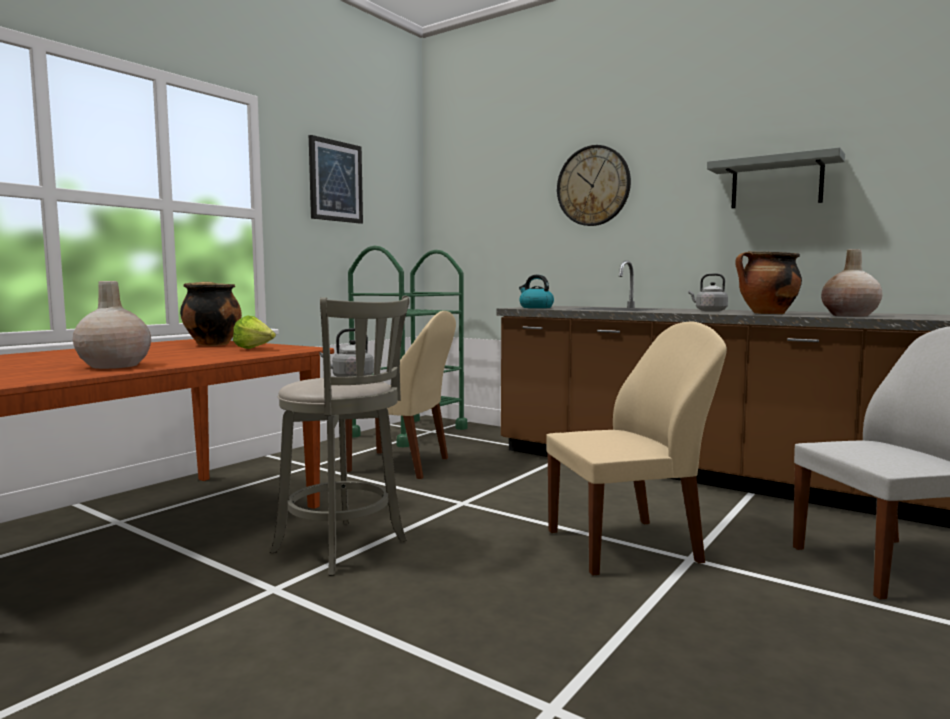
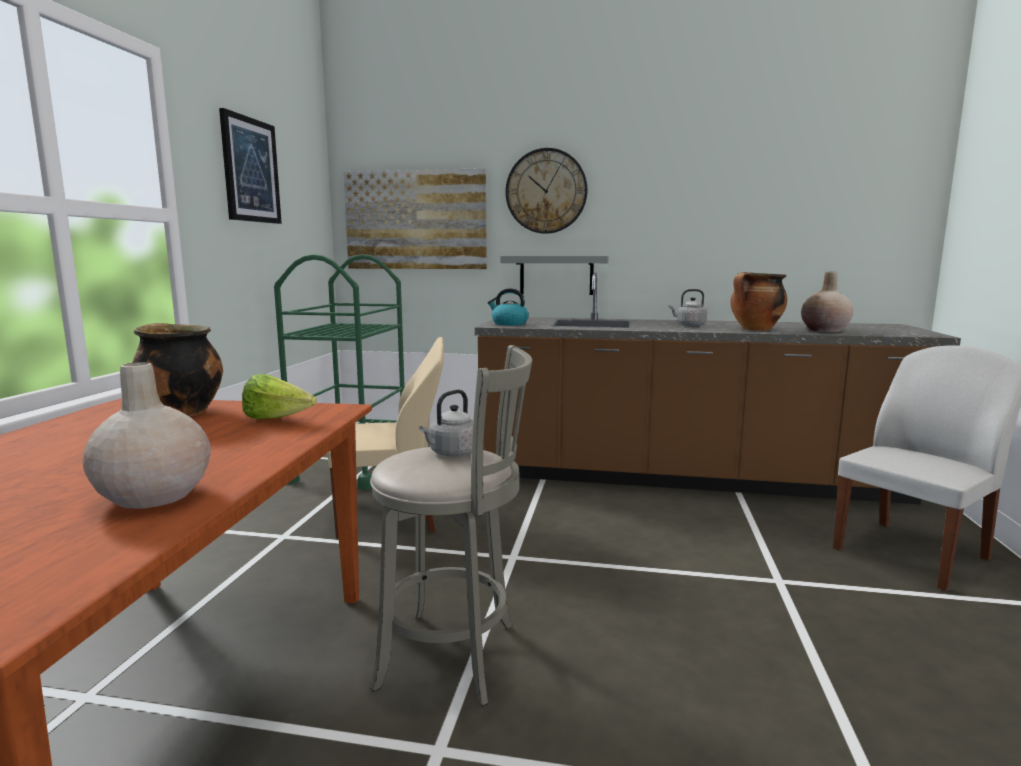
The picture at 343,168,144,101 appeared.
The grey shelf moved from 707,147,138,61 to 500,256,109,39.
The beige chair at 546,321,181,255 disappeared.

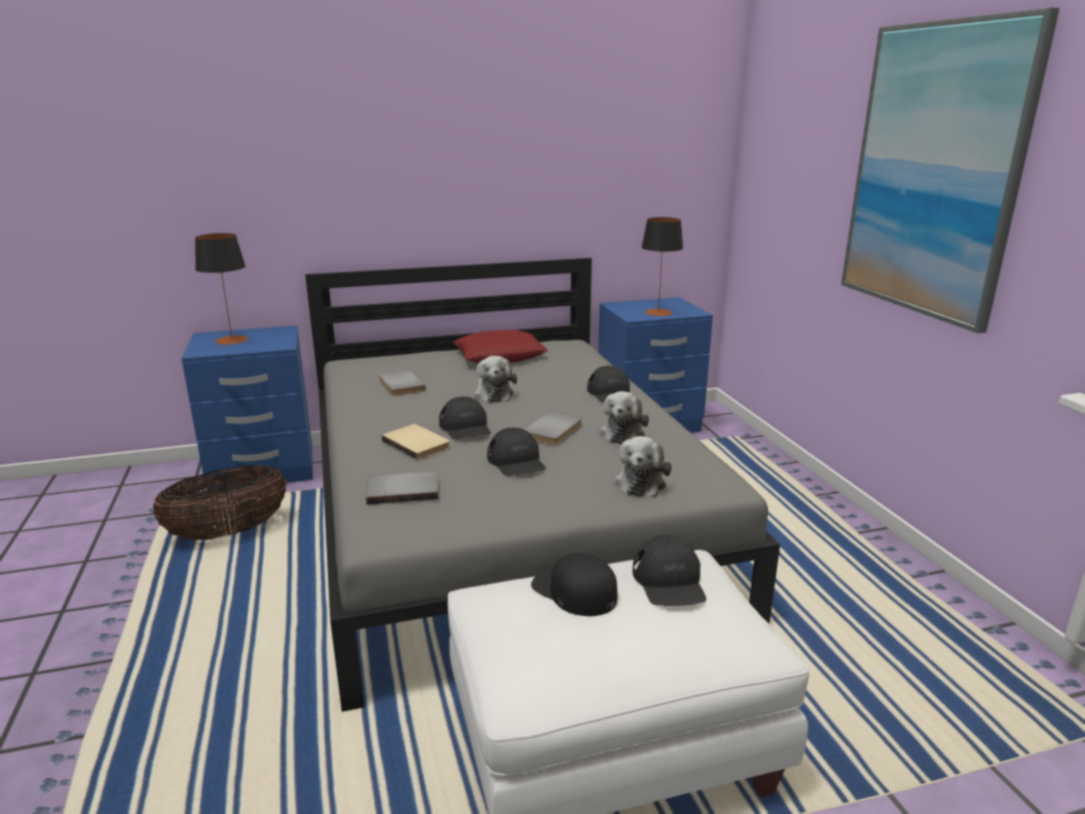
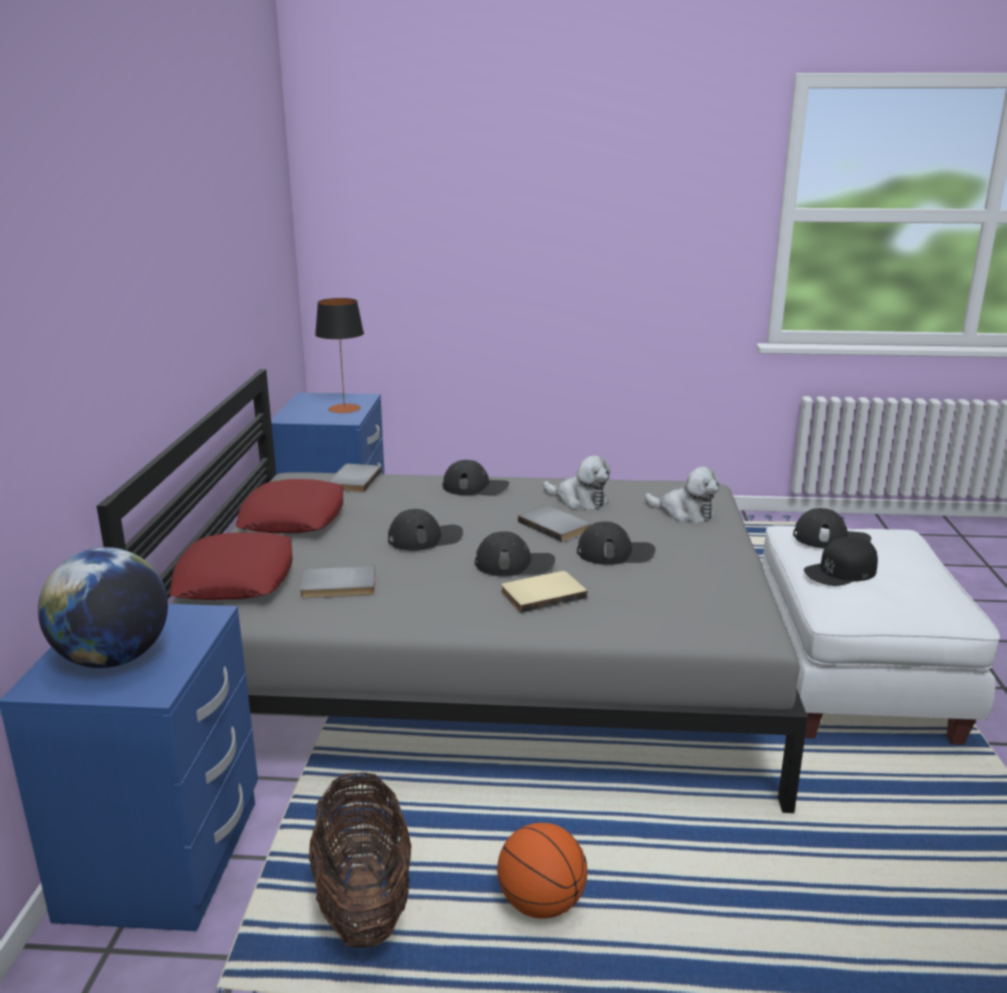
The table lamp at 195,233,53,112 was replaced by the globe at 38,547,130,121.
The red pillow at 169,532,124,68 appeared.
The grey book moved from 366,471,73,34 to 328,464,54,28.
The plush toy at 473,356,44,47 was replaced by the black cap at 388,509,75,42.
The basketball at 497,823,90,95 appeared.
The picture at 841,7,219,326 disappeared.

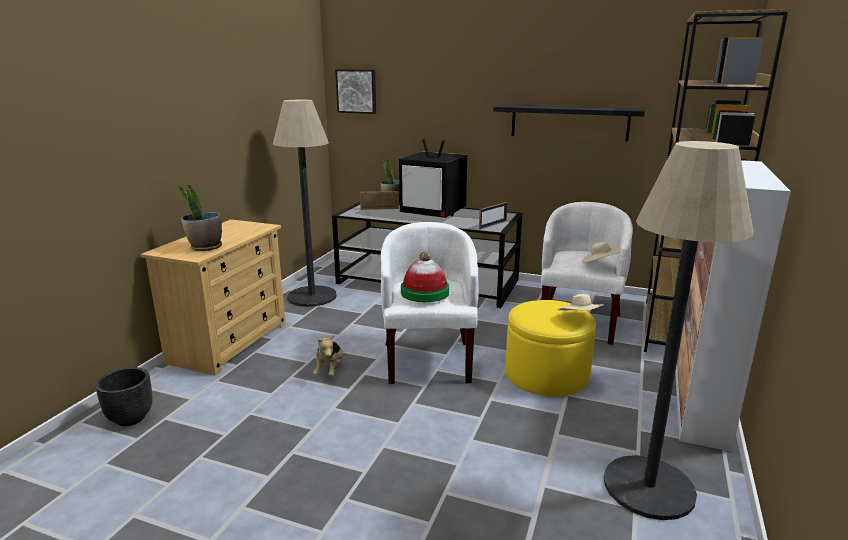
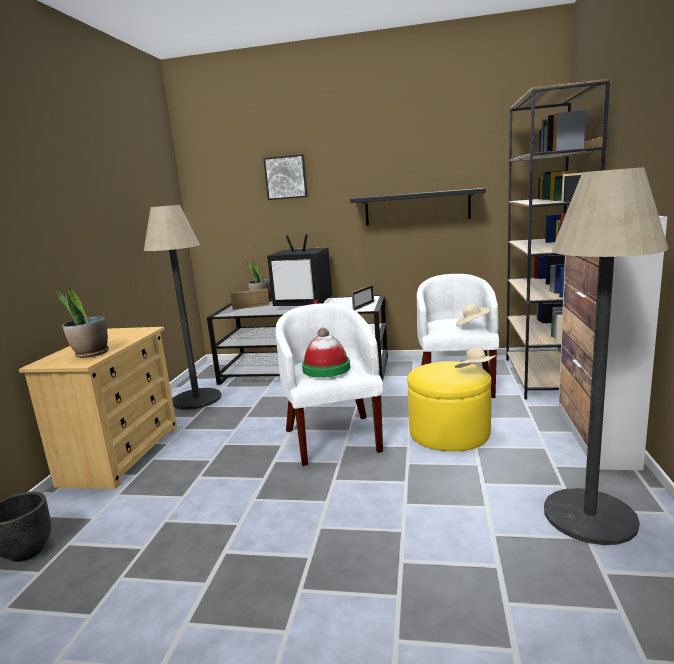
The picture moved from 335,69,41,45 to 263,154,45,46.
The plush toy at 313,335,30,42 disappeared.

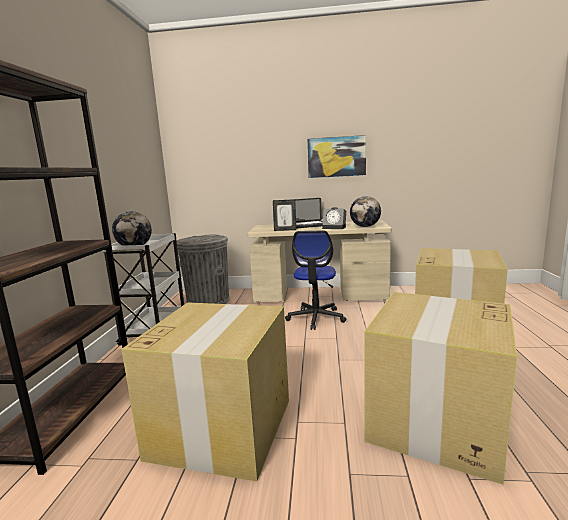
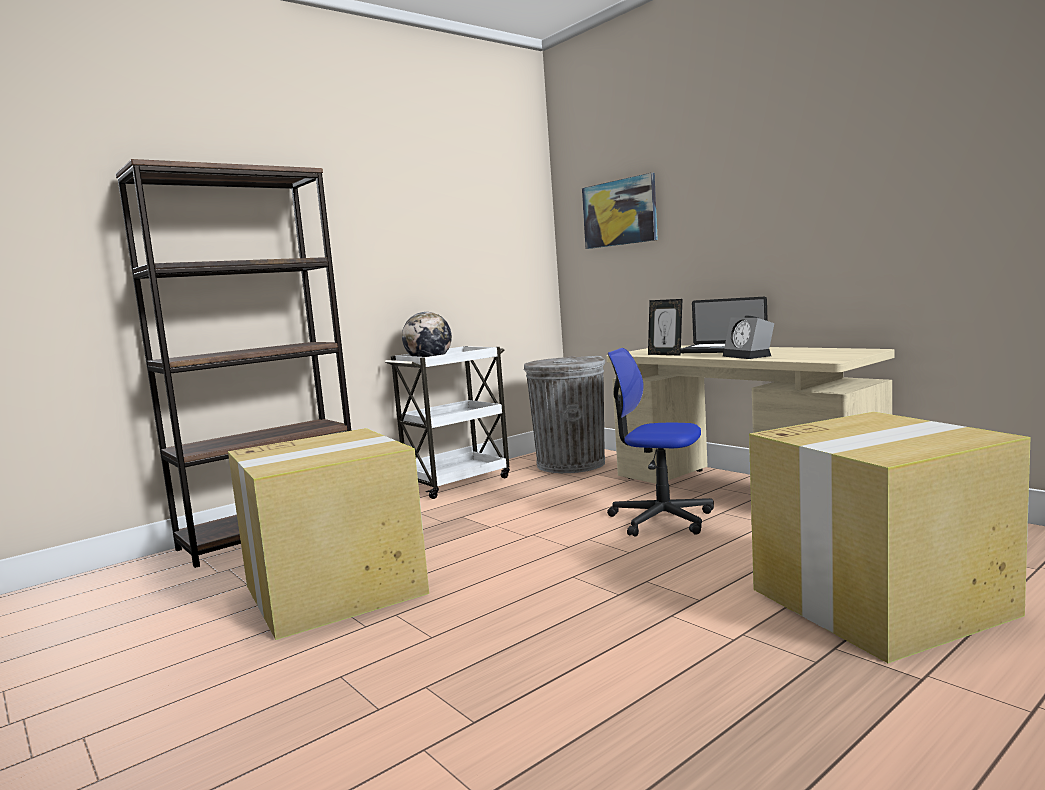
The picture moved from 307,135,59,43 to 582,173,76,76.
The office chair at 285,230,61,100 turned 60 degrees clockwise.
The globe at 350,196,31,31 disappeared.
The cardboard box at 365,292,152,193 disappeared.

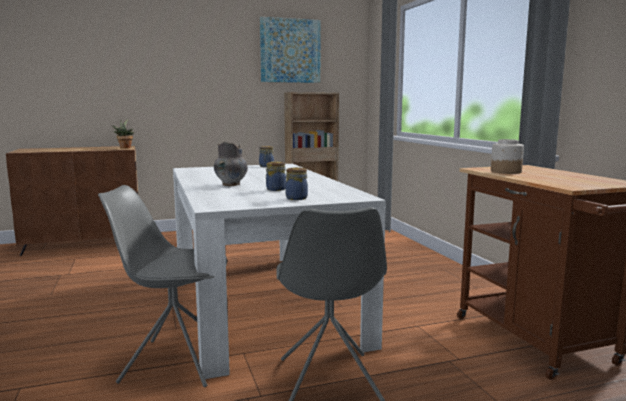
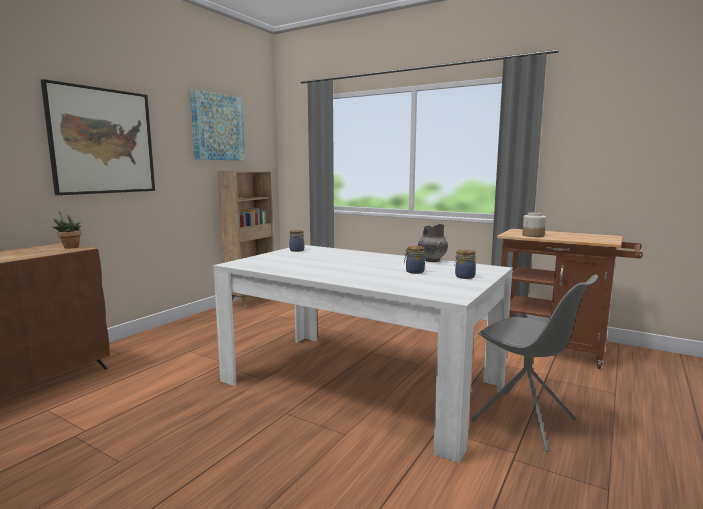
The picture at 41,79,114,116 appeared.
The grey vase moved from 214,142,34,44 to 418,224,30,38.
The grey chair at 98,185,129,202 disappeared.

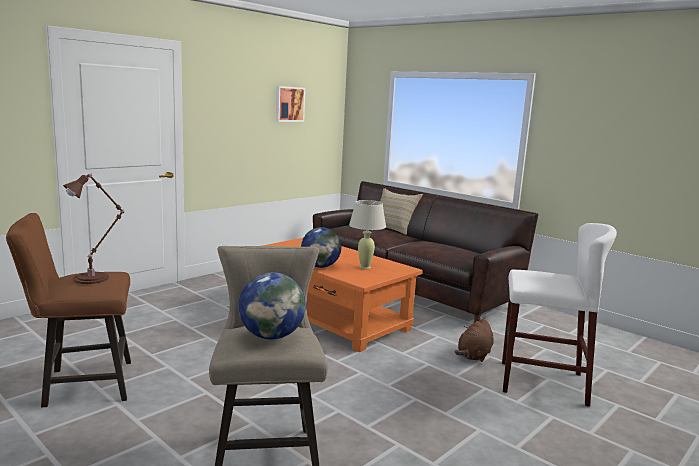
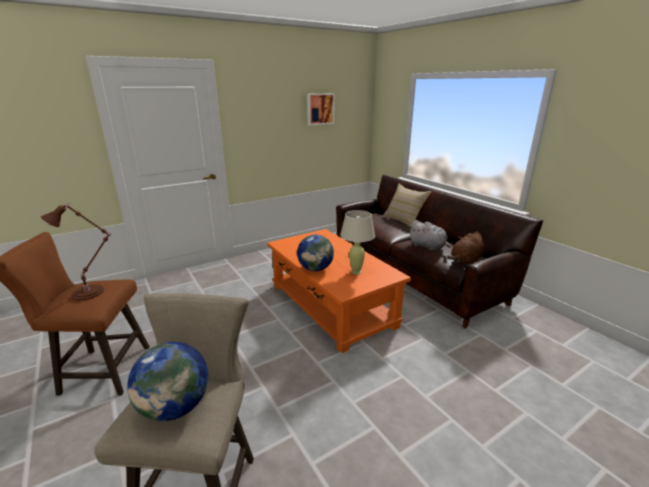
The grey plush toy at 408,220,43,31 appeared.
The brown plush toy moved from 454,318,40,44 to 447,232,38,33.
The white stool at 502,223,115,184 disappeared.

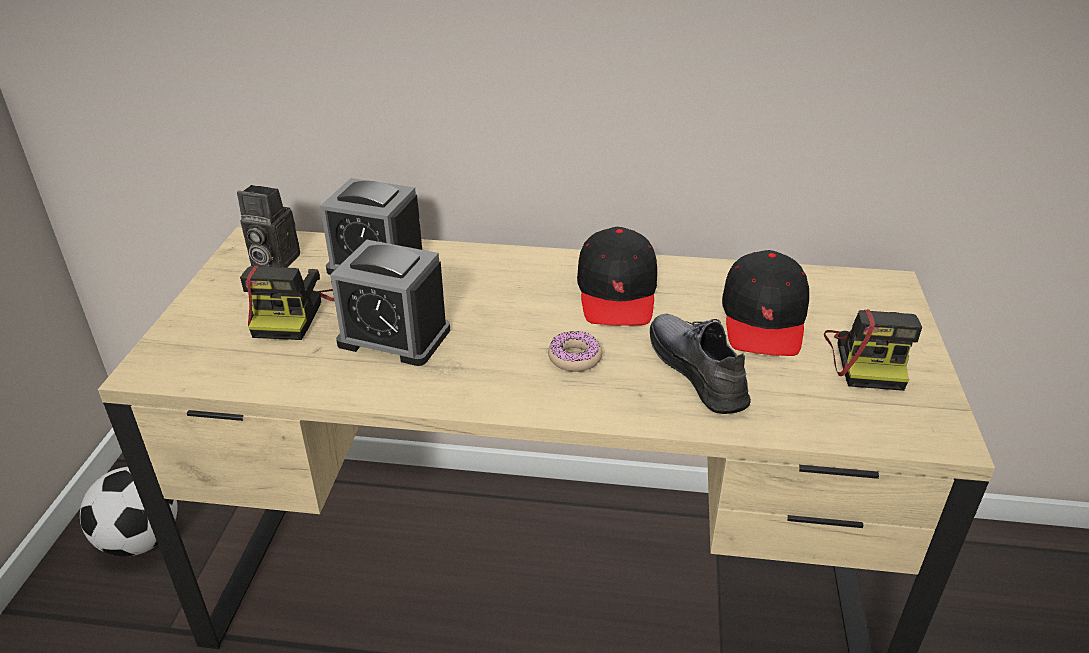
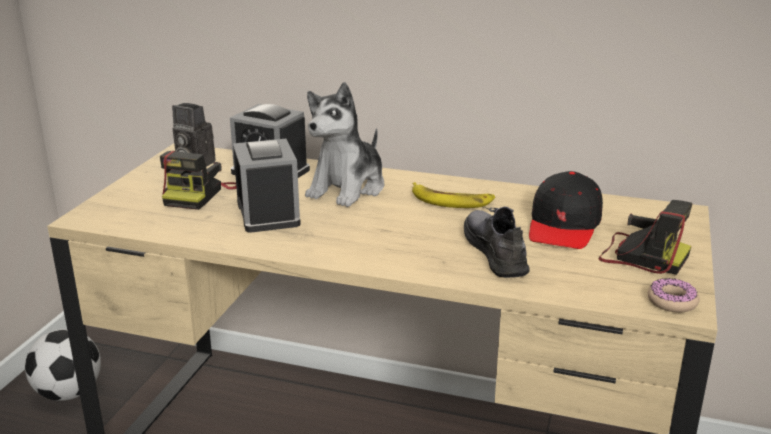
The alarm clock at 330,240,120,126 turned 135 degrees counterclockwise.
The plush toy at 305,82,79,125 appeared.
The black cap at 577,227,80,99 was replaced by the banana at 412,182,83,26.
The photo camera at 824,310,98,81 turned 75 degrees counterclockwise.
The donut moved from 548,331,54,41 to 648,278,52,34.

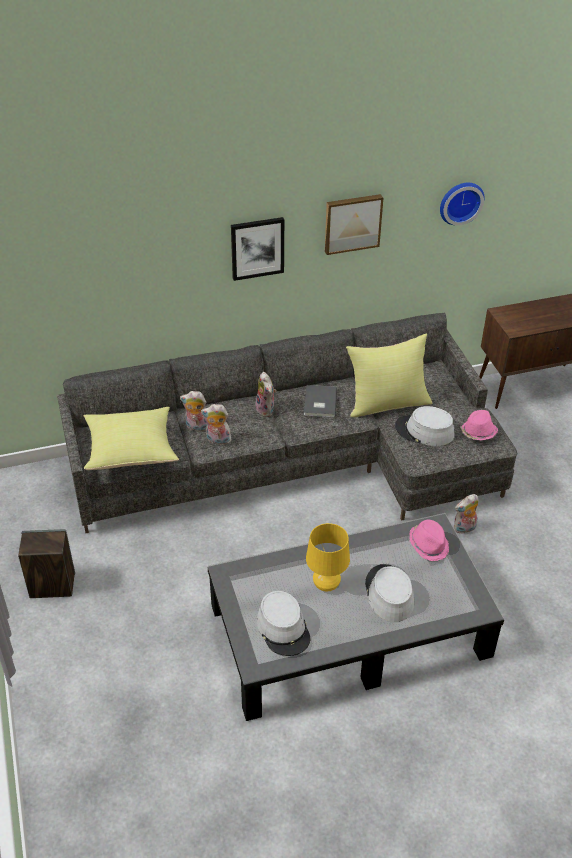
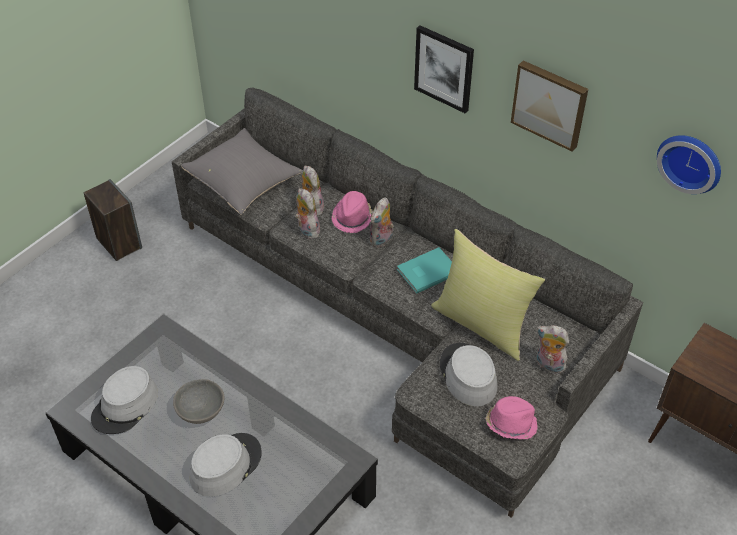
The yellow table lamp at 306,523,44,68 was replaced by the grey bowl at 173,379,52,45.
The yellow pillow at 84,407,95,63 became the grey pillow at 181,128,122,86.
The pink hat moved from 409,520,40,41 to 331,191,42,42.
The grey book at 304,385,33,33 became the turquoise book at 397,247,55,46.
The plush toy moved from 454,494,25,40 to 537,325,32,49.

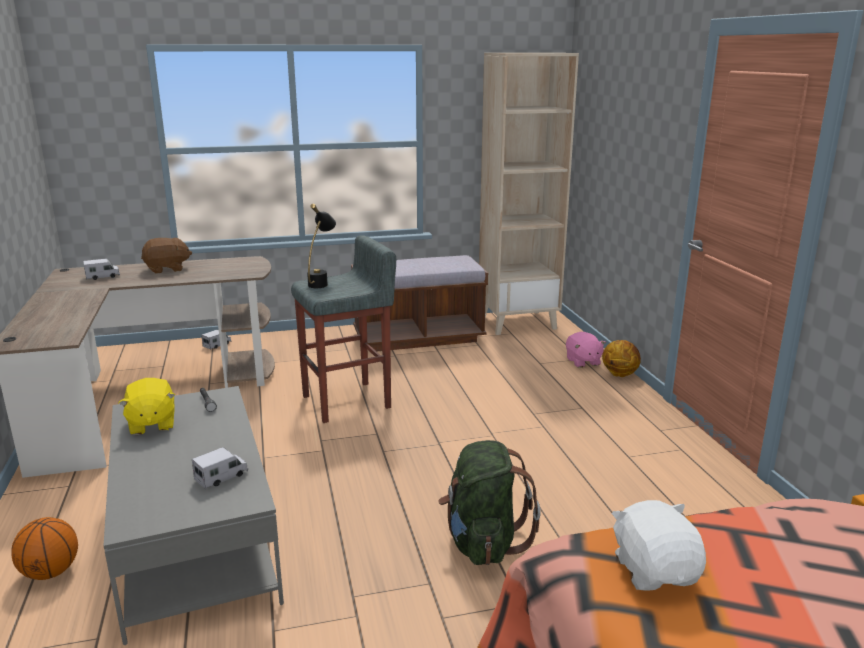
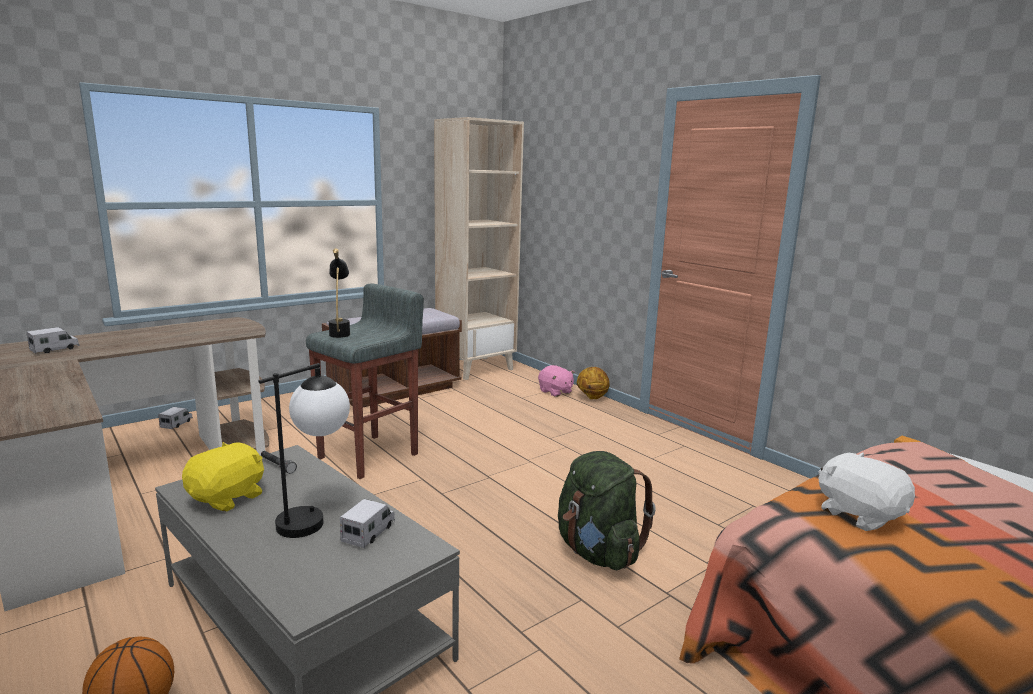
The yellow plush toy at 119,378,56,57 turned 105 degrees counterclockwise.
The table lamp at 258,363,92,175 appeared.
The brown plush toy at 141,238,51,36 disappeared.

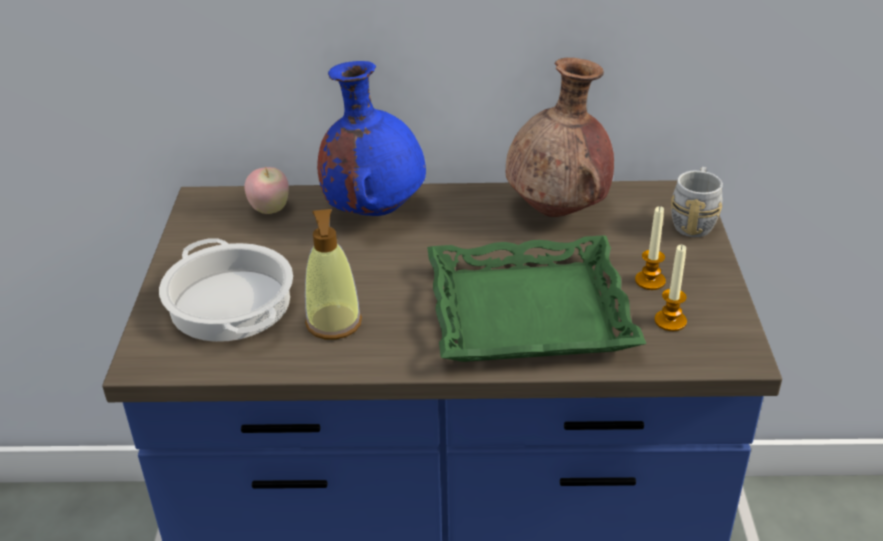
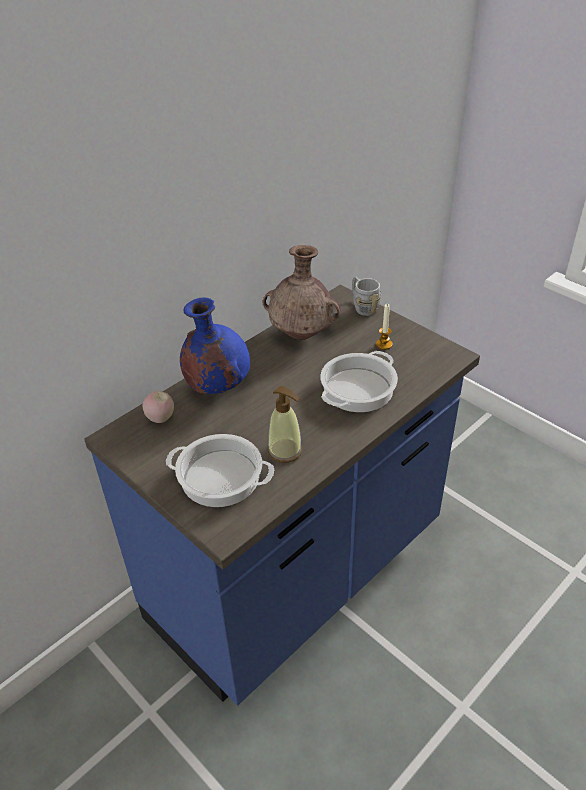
The green tray at 427,235,219,127 was replaced by the cooking pot at 320,351,78,61.
The candle at 655,245,32,86 disappeared.

